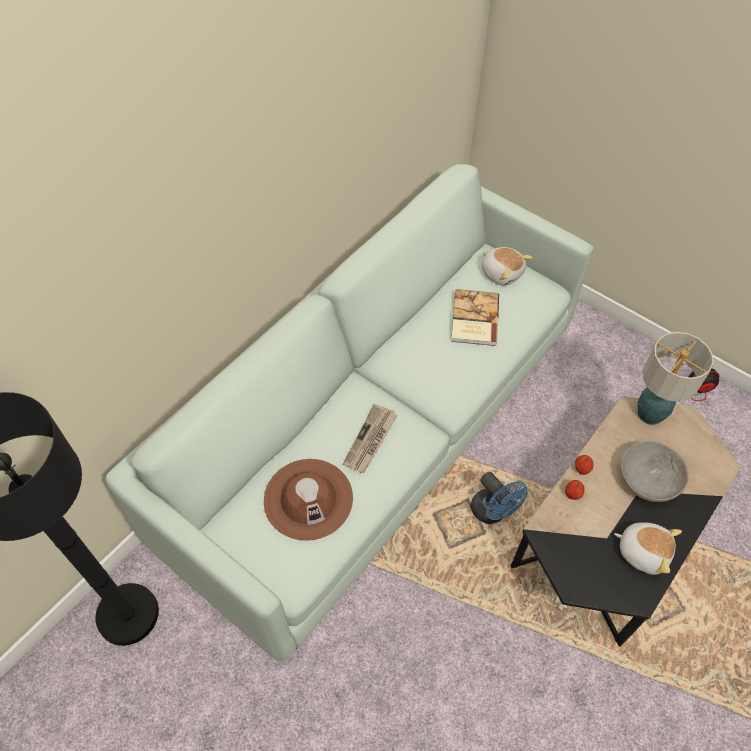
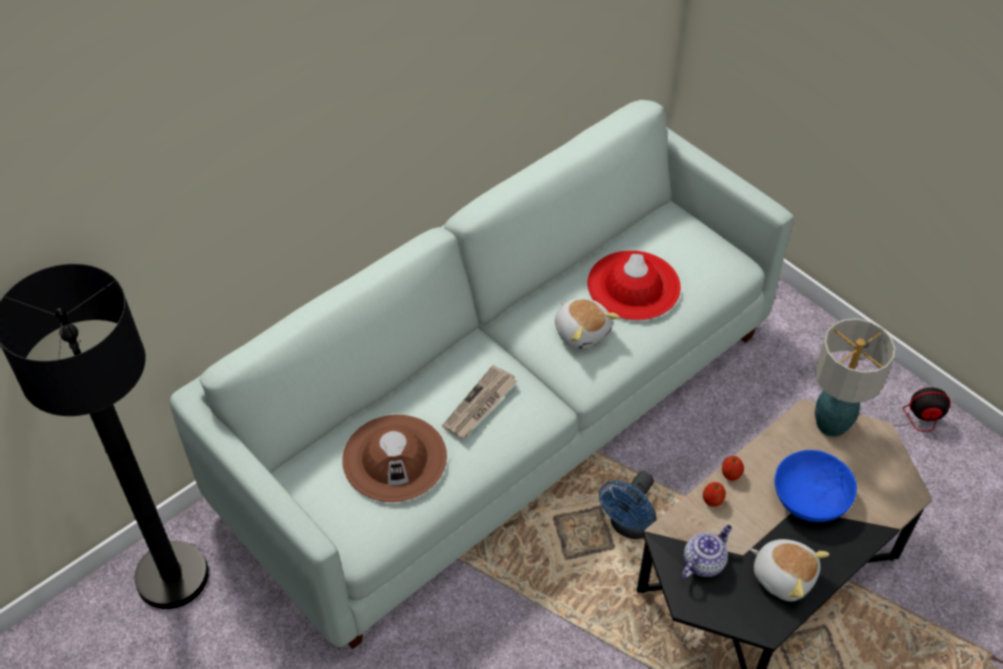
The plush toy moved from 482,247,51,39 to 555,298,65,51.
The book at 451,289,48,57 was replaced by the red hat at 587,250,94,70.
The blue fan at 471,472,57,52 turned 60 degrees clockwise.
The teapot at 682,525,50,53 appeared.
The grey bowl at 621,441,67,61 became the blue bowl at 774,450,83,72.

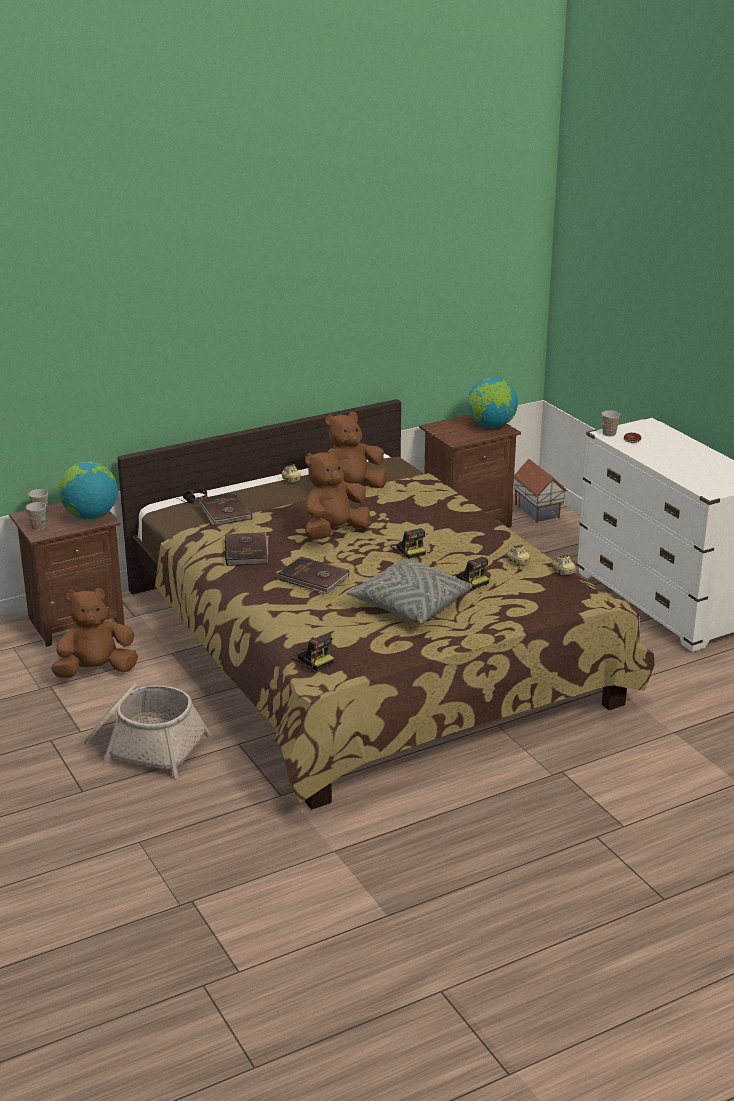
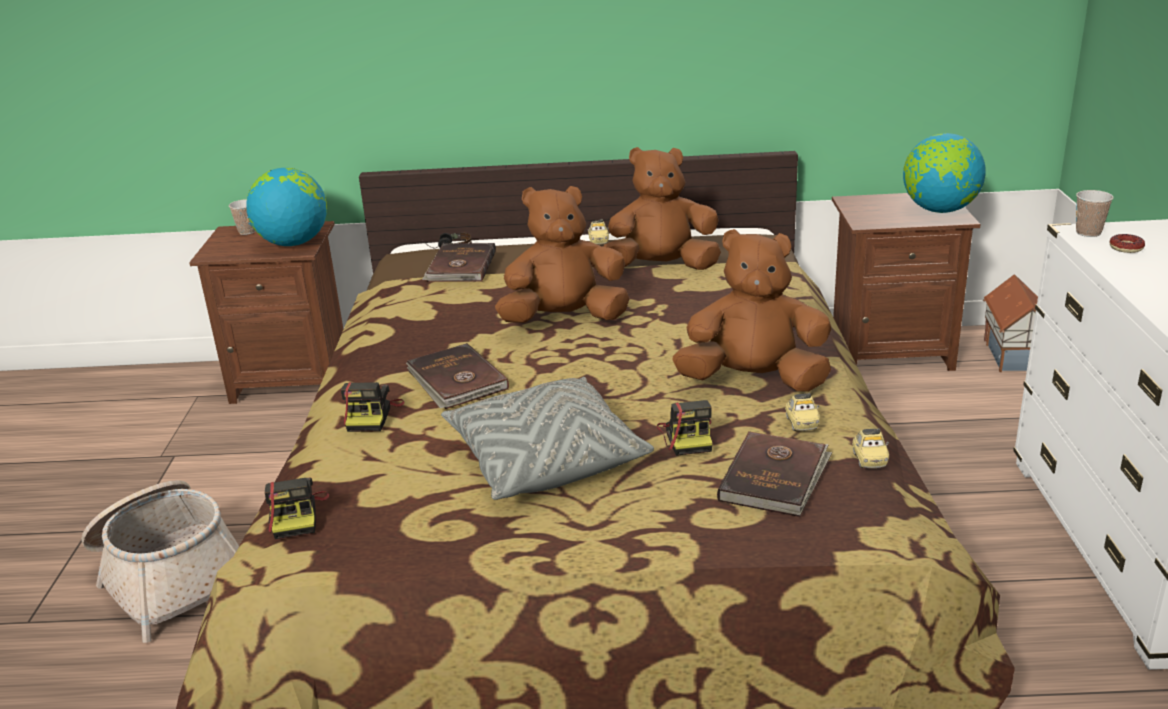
The photo camera moved from 391,528,35,31 to 341,382,64,50.
The brown plush toy moved from 51,588,87,90 to 673,229,158,163.
The brown book moved from 225,532,44,34 to 717,431,115,86.
The cup at 26,502,20,28 disappeared.

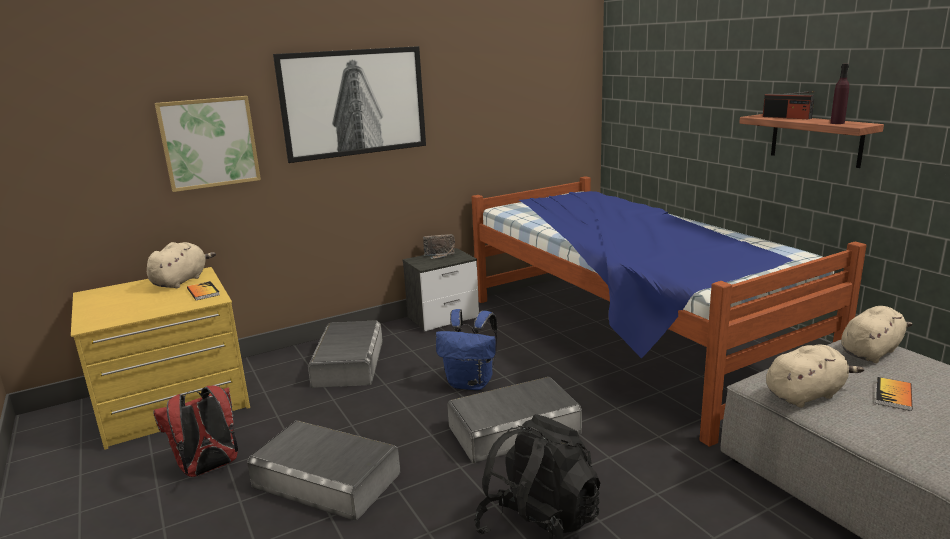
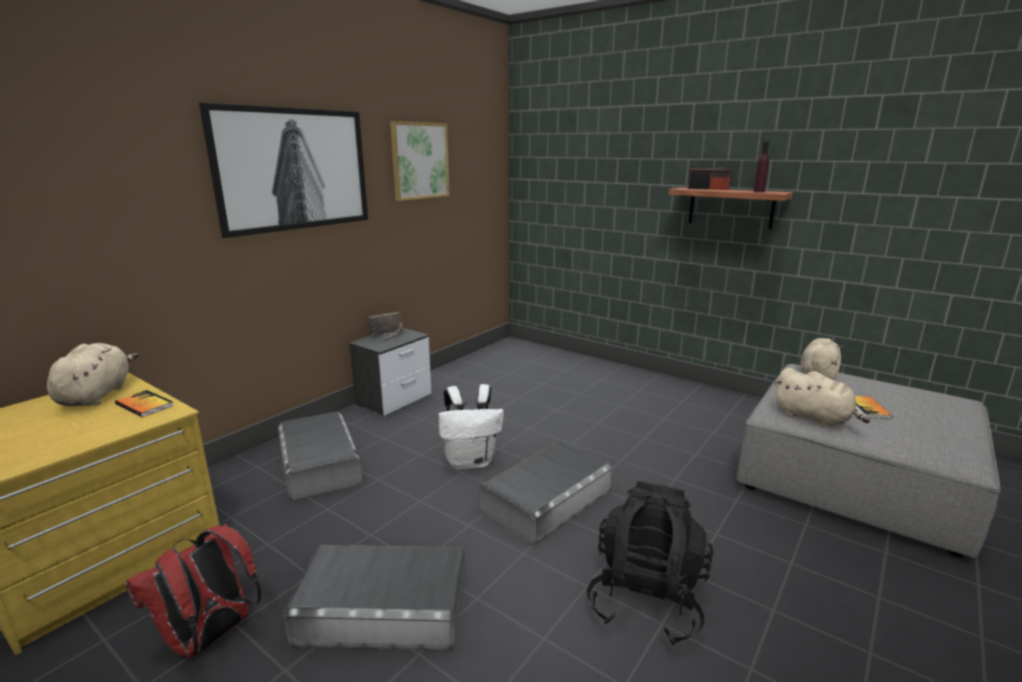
The picture moved from 155,96,106,96 to 390,121,60,80.
The blue backpack at 436,309,62,81 became the white backpack at 438,384,66,86.
The beige plush toy at 766,345,98,63 turned 90 degrees clockwise.
The bed at 472,176,395,271 disappeared.

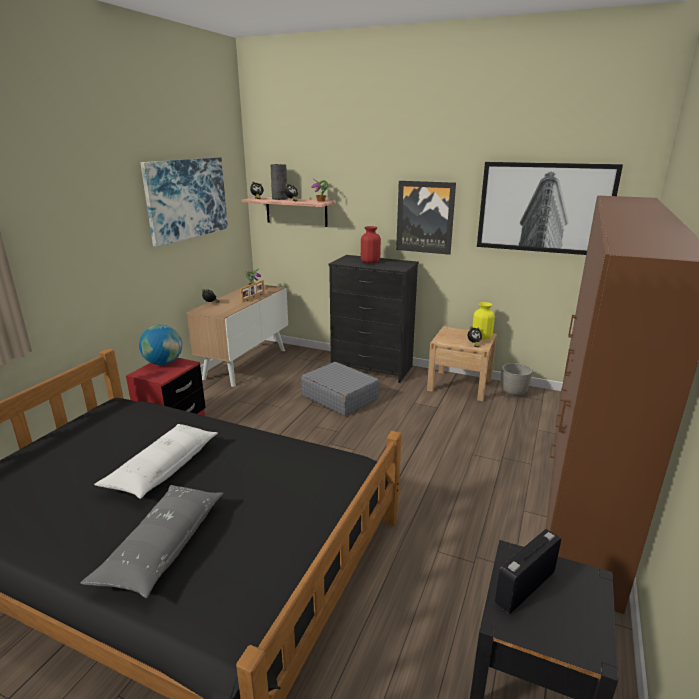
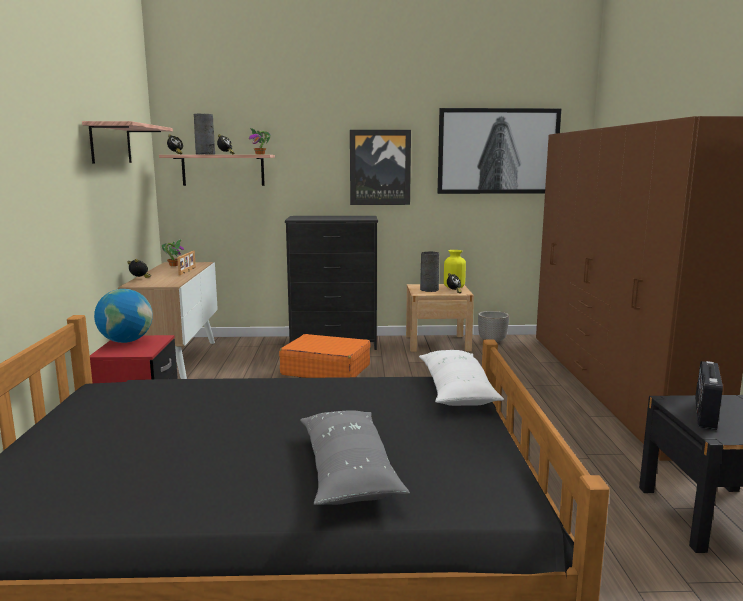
The picture at 140,157,88,90 was replaced by the shelf at 82,121,91,42.
The grey suitcase at 301,362,79,54 became the orange suitcase at 279,334,92,44.
The white pillow moved from 94,424,124,75 to 419,350,85,56.
The grey vase at 420,251,19,41 appeared.
The red vase at 361,226,20,37 disappeared.

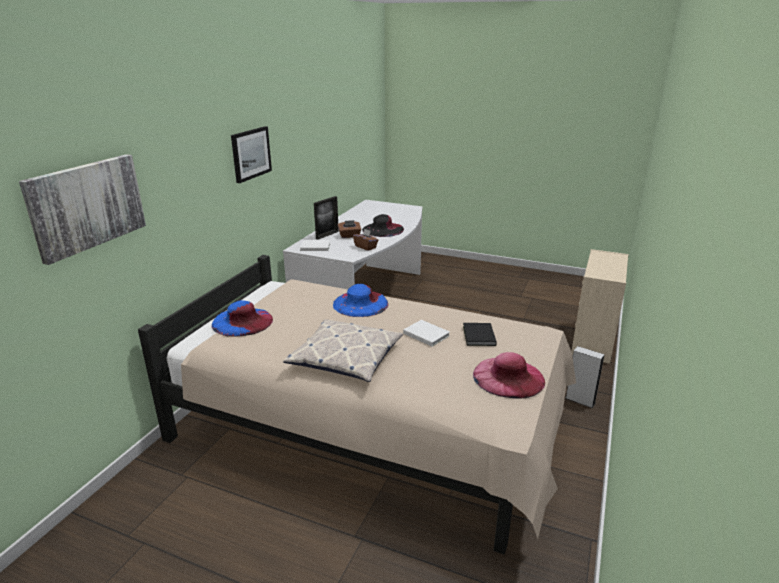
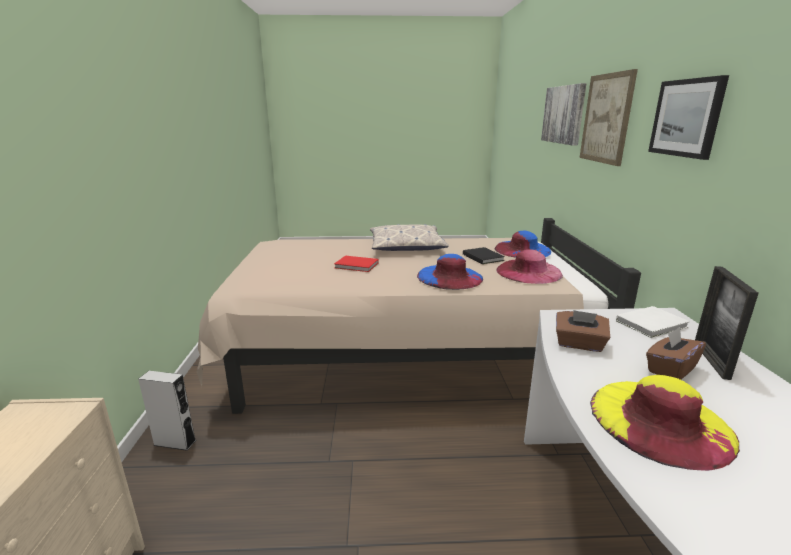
The white book at 403,320,47,27 became the red book at 334,256,45,16.
The black book moved from 463,323,34,23 to 463,247,42,17.
The pink hat moved from 473,352,72,46 to 496,249,67,35.
The picture at 580,69,58,97 appeared.
The black hat at 362,214,42,23 became the yellow hat at 590,375,150,96.

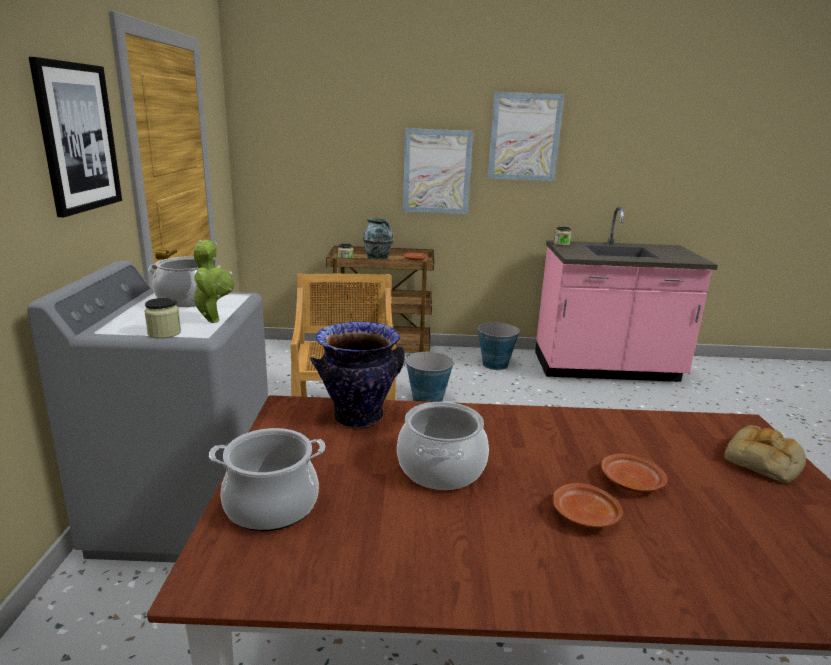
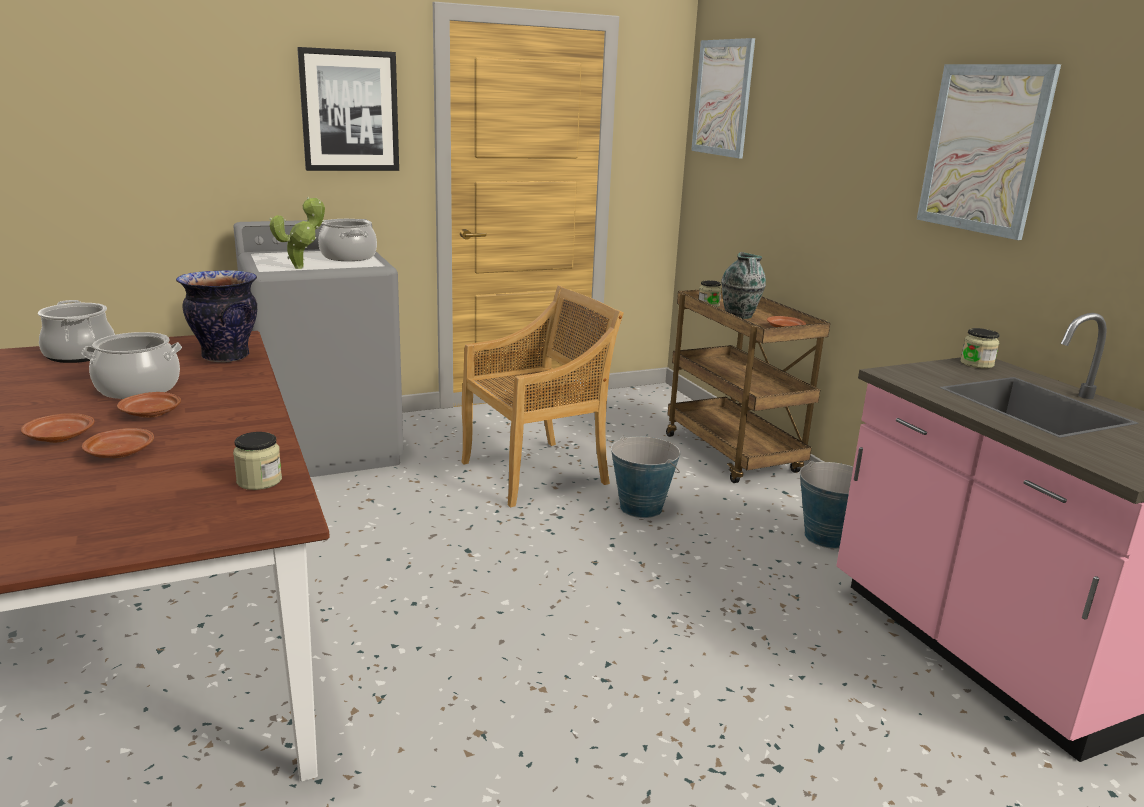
The brown plate at 117,392,64,26 appeared.
The jar moved from 144,298,37,41 to 233,432,49,58.
The picture moved from 403,128,70,86 to 691,38,64,121.
The bread at 724,425,82,58 disappeared.

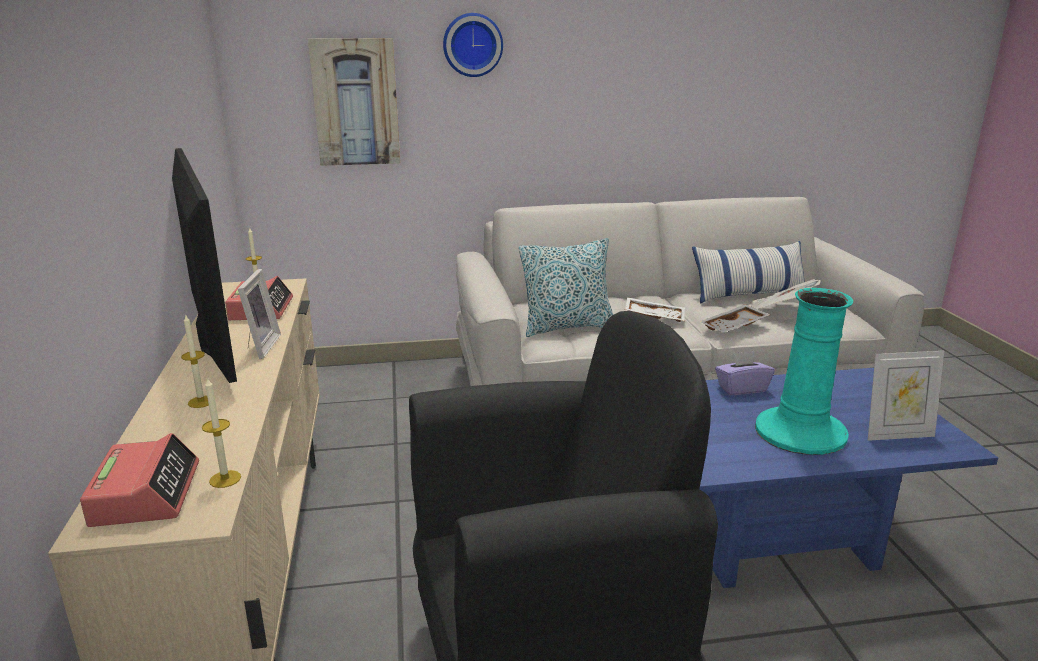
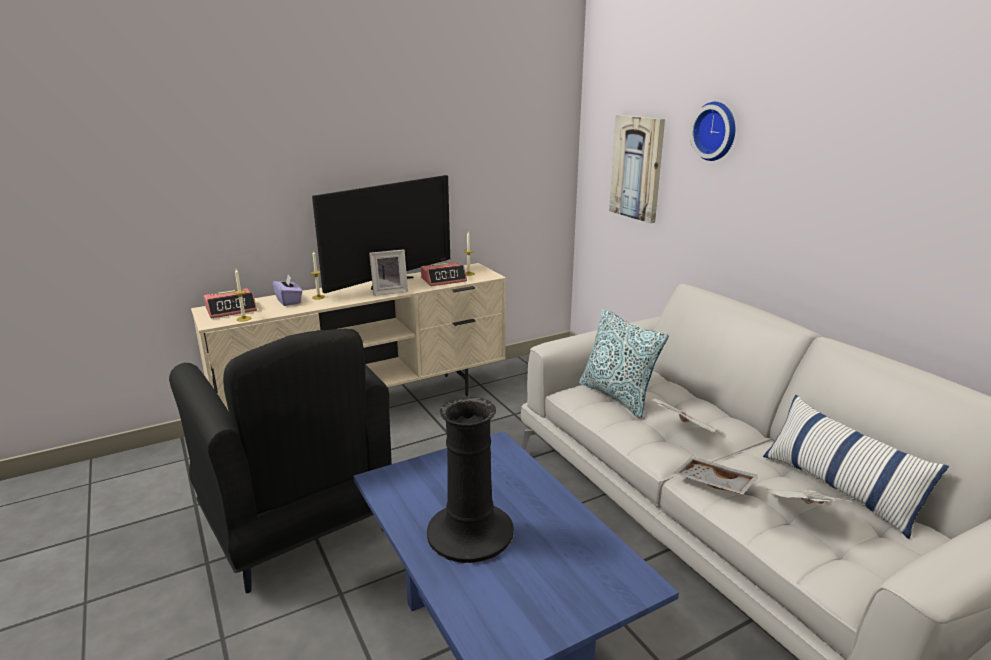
The purple tissue box moved from 715,351,60,44 to 272,275,30,31.
The turquoise vase at 755,288,98,167 became the black vase at 427,397,87,166.
The white tray at 625,297,60,25 was replaced by the newspaper at 651,398,70,35.
The picture frame at 868,351,76,90 disappeared.

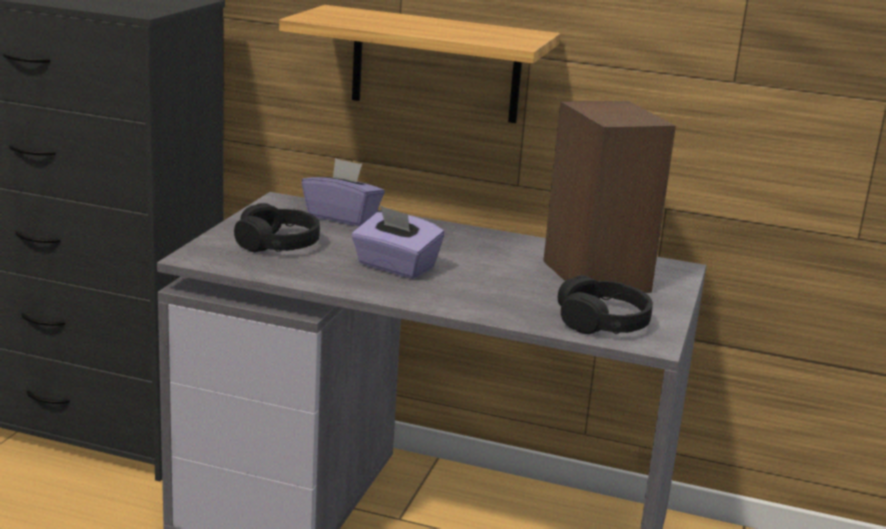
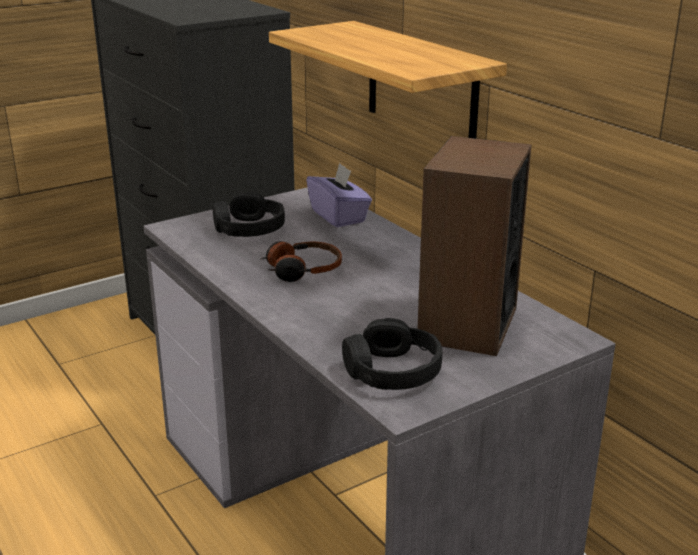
The purple tissue box at 351,205,94,74 was replaced by the headphones at 262,241,80,41.

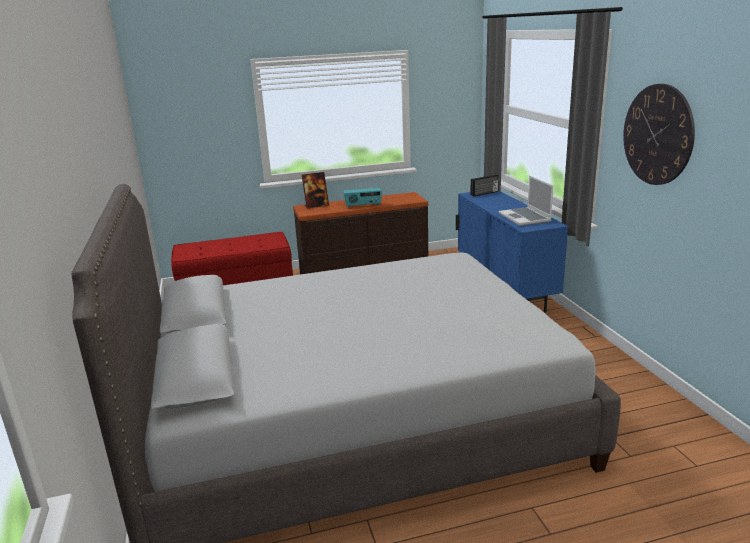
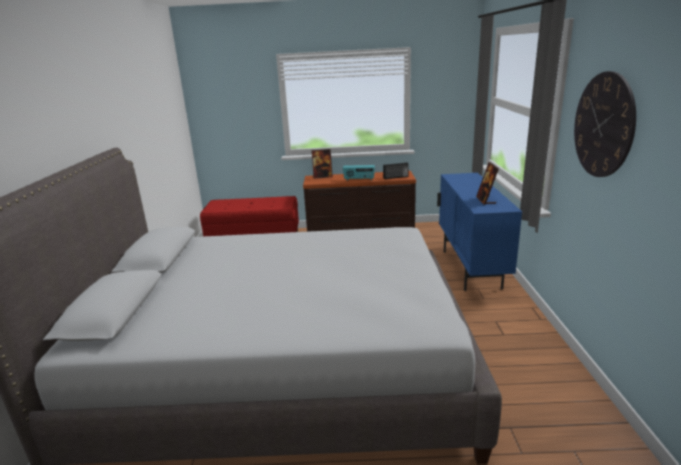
The radio moved from 470,174,29,22 to 383,162,26,17.
The laptop at 499,176,54,50 was replaced by the picture frame at 476,162,23,43.

